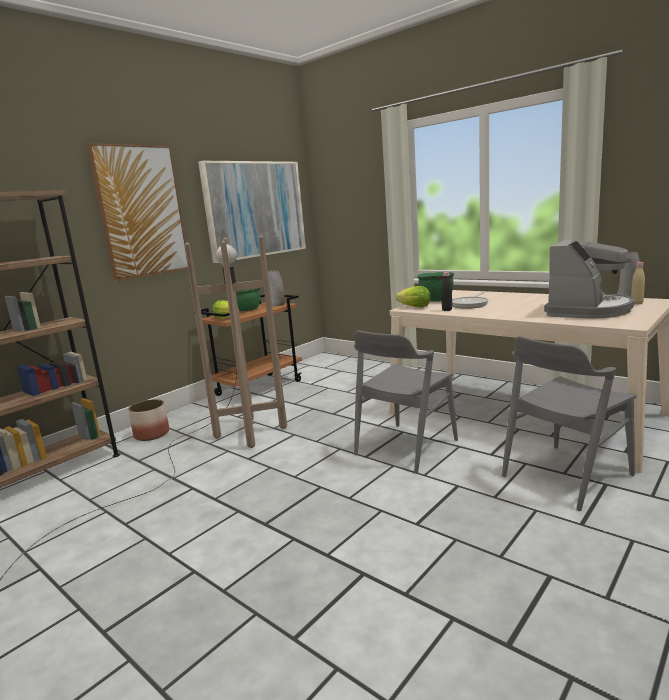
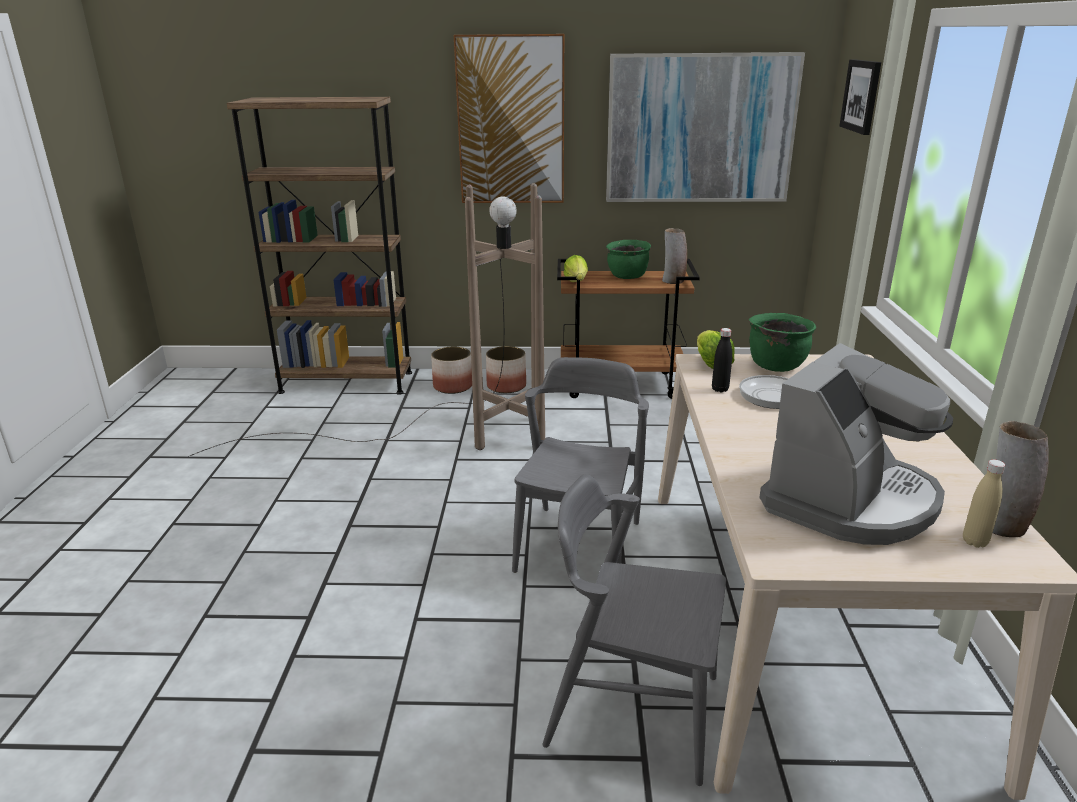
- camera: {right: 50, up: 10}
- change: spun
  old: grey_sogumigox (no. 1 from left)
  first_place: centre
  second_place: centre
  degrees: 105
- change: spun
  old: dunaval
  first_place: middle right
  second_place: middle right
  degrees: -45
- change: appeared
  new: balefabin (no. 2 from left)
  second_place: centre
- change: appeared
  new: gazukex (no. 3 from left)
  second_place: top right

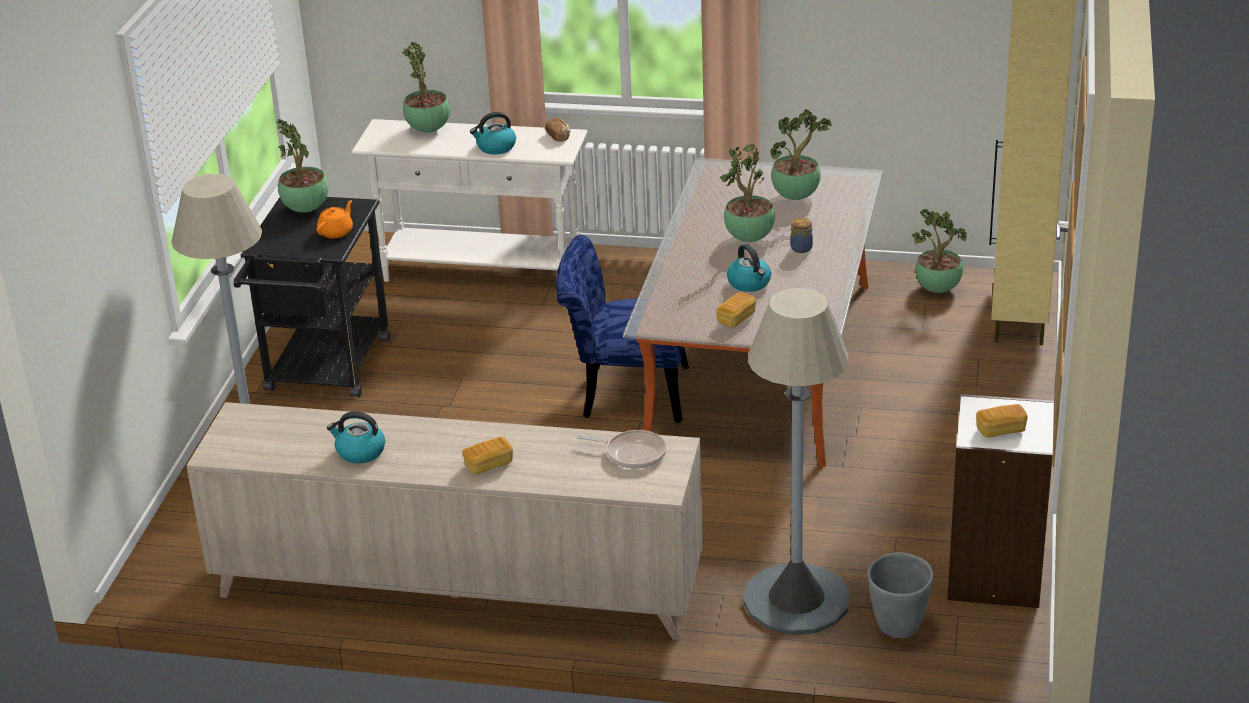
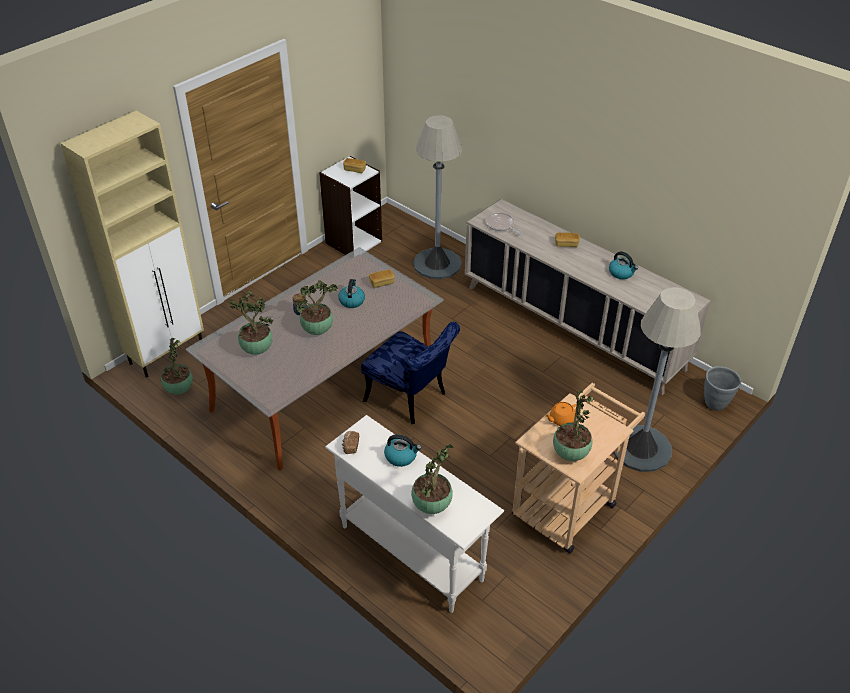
- camera: {right: -150, up: 10}
- change: colour
  old: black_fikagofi
  new: beige_fikagofi
  first_place: middle left
  second_place: bottom right
- change: relocated
  old: grey_balefabin
  first_place: bottom right
  second_place: middle right

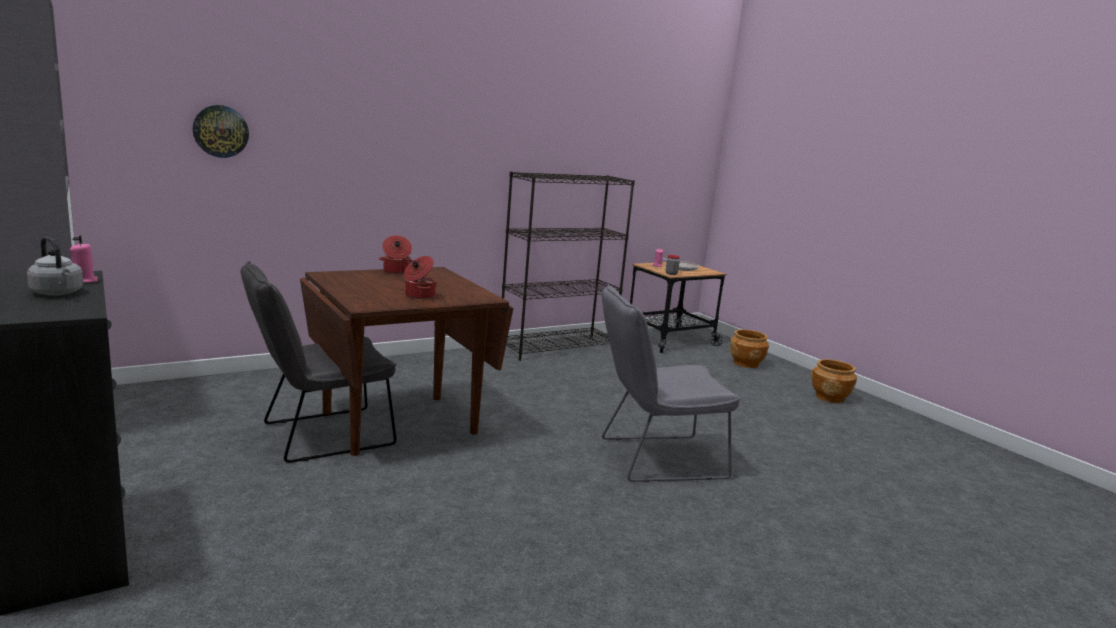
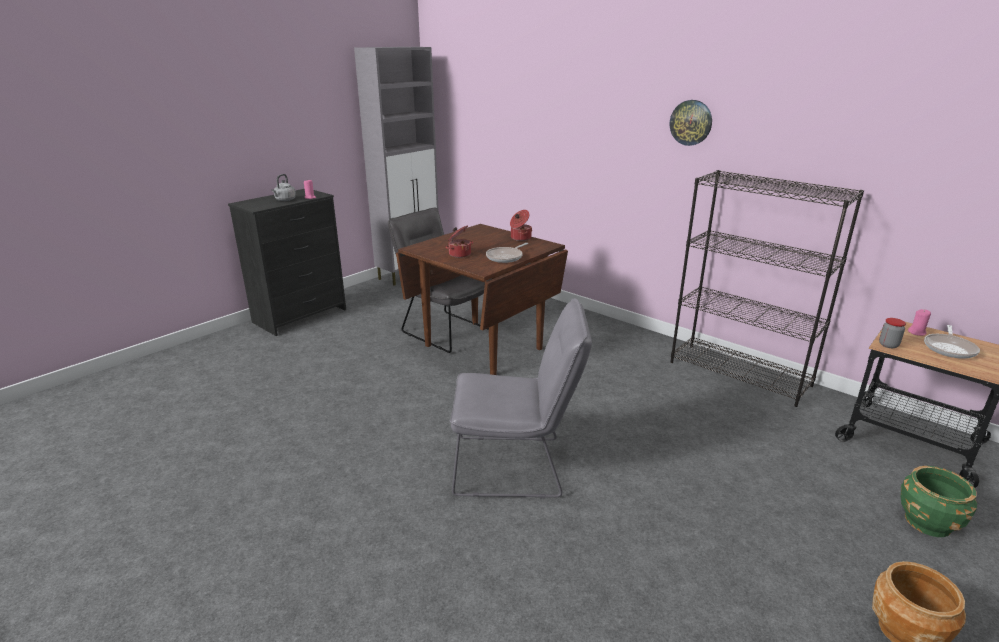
- camera: {right: 75, up: 10}
- change: relocated
  old: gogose
  first_place: top left
  second_place: top right
- change: spun
  old: grey_sogumigox (no. 2 from left)
  first_place: centre
  second_place: centre
  degrees: 120
- change: colour
  old: brown_balefabin (no. 1 from left)
  new: green_balefabin
  first_place: middle right
  second_place: bottom right
- change: appeared
  new: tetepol (no. 1 from left)
  second_place: centre

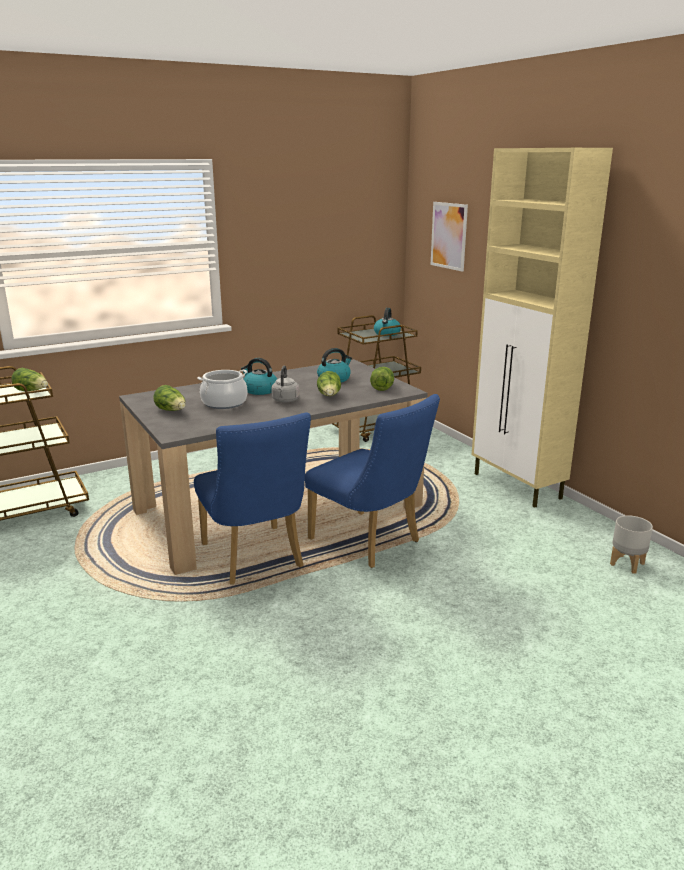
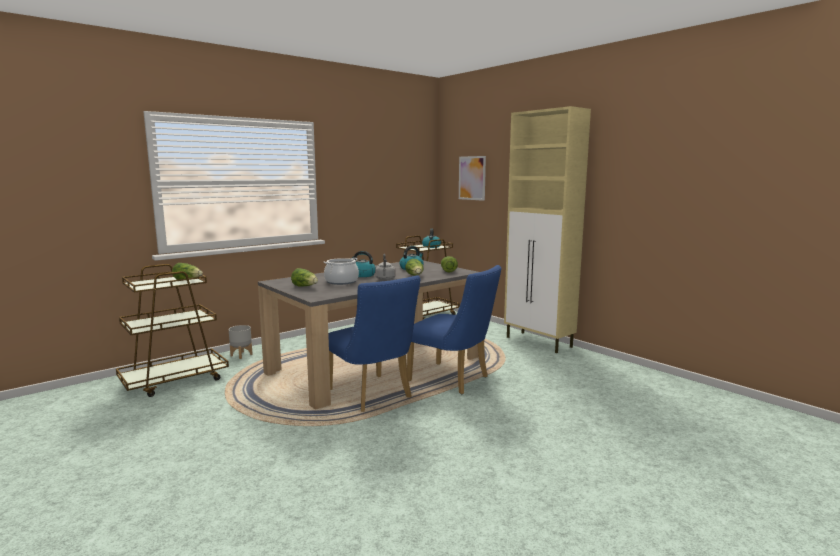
- camera: {right: -10, up: -10}
- change: relocated
  old: grey_balefabin
  first_place: middle right
  second_place: middle left

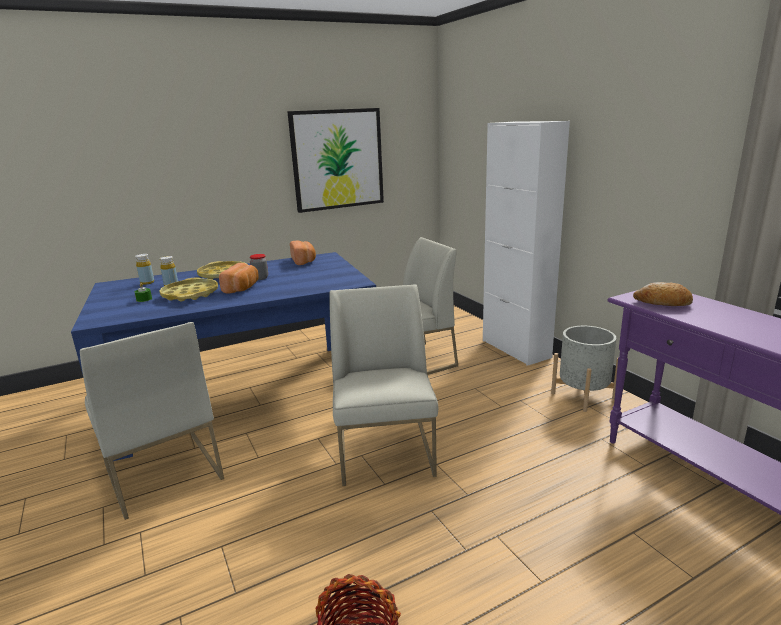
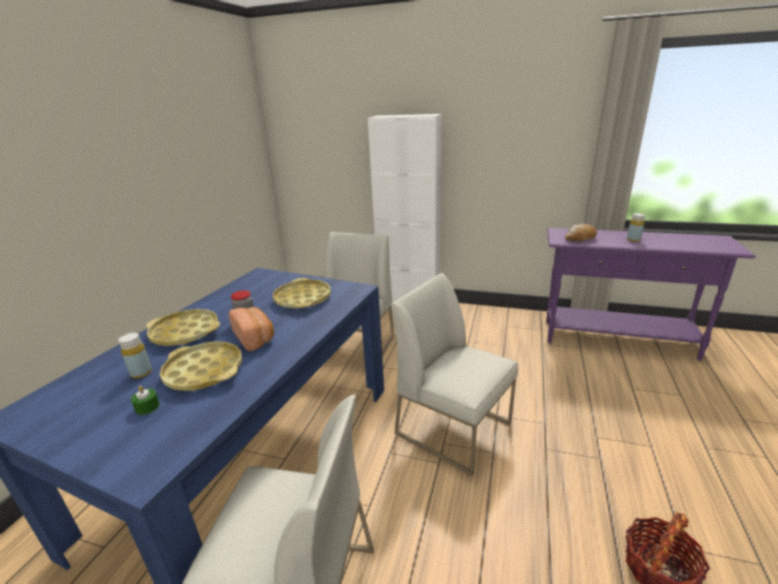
- camera: {right: -45, up: 5}
- change: relocated
  old: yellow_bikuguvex (no. 1 from left in the first image)
  new: yellow_bikuguvex (no. 2 from left)
  first_place: middle left
  second_place: middle right
- change: missing
  old: gazukex
  first_place: top centre
- change: missing
  old: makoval (no. 2 from left)
  first_place: centre
- change: missing
  old: grey_balefabin
  first_place: middle right
- change: appeared
  new: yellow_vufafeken (no. 3 from left)
  second_place: centre

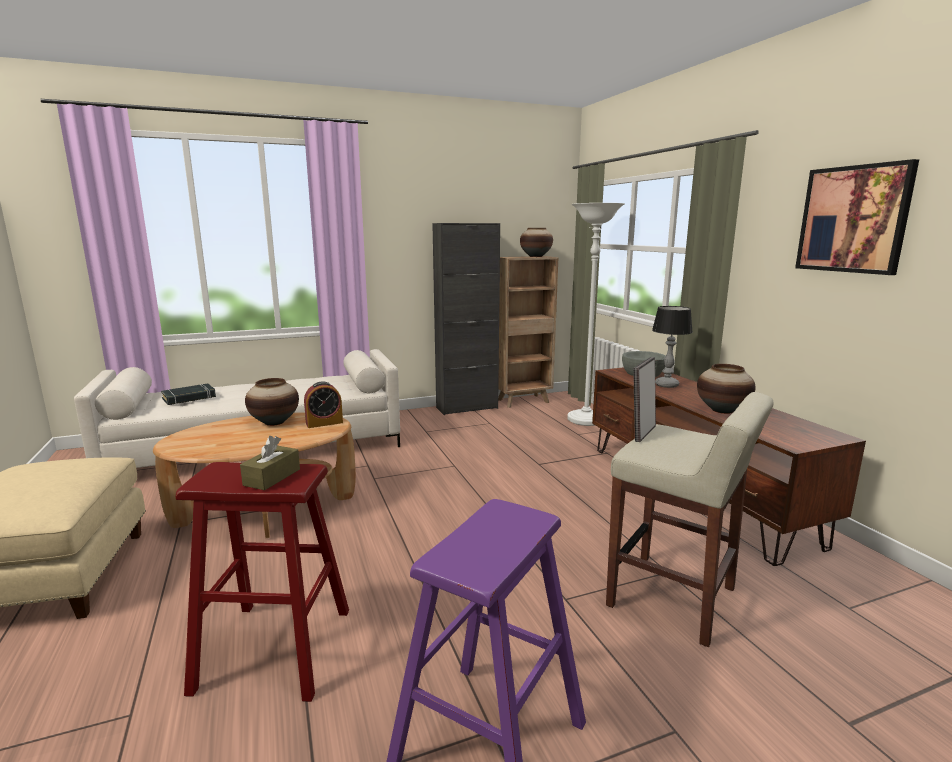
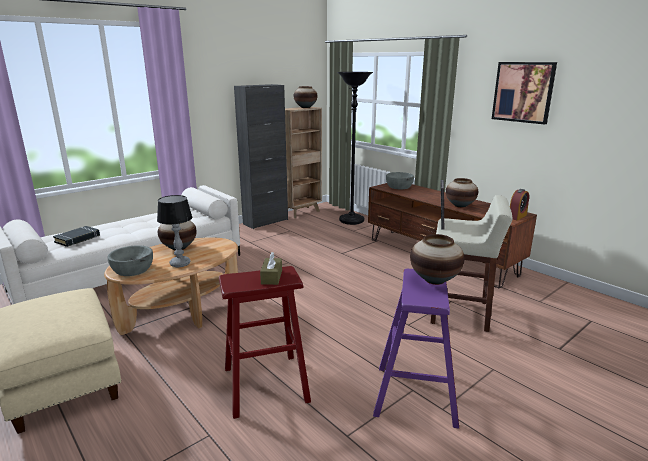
- camera: {right: -20, up: 5}
- change: relocated
  old: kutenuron
  first_place: centre
  second_place: middle right
- change: colour
  old: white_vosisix
  new: black_vosisix
  first_place: centre
  second_place: top centre
- change: relocated
  old: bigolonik
  first_place: middle right
  second_place: middle left
- change: appeared
  new: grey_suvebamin (no. 1 from left)
  second_place: middle left
- change: appeared
  new: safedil (no. 3 from left)
  second_place: middle right

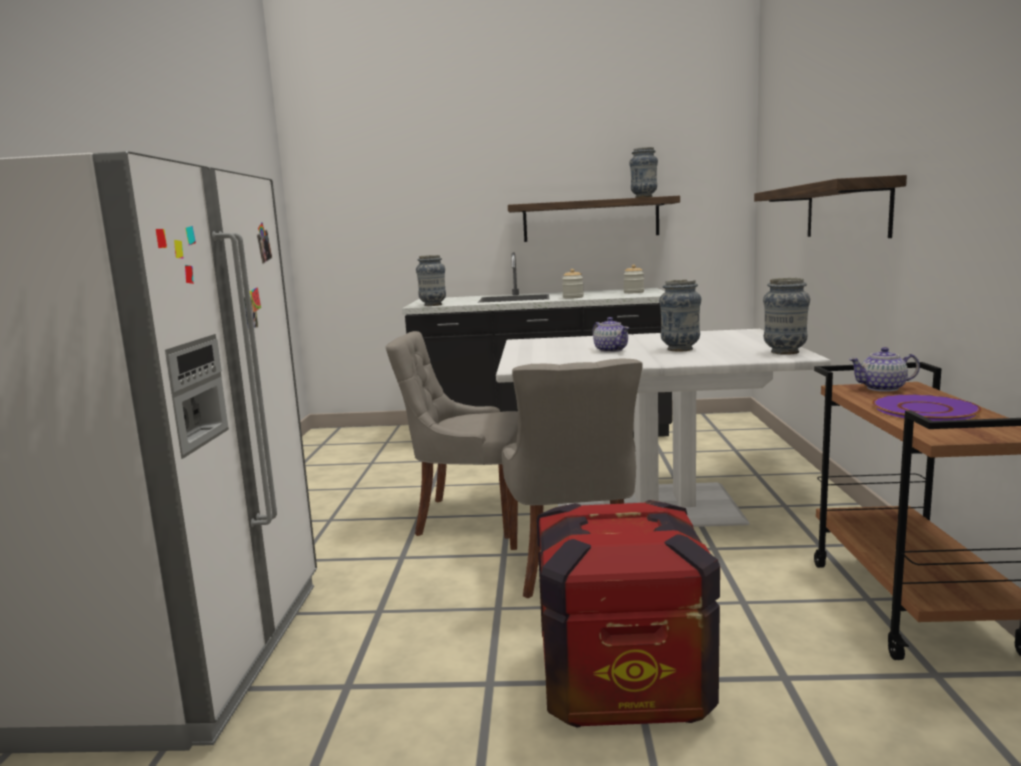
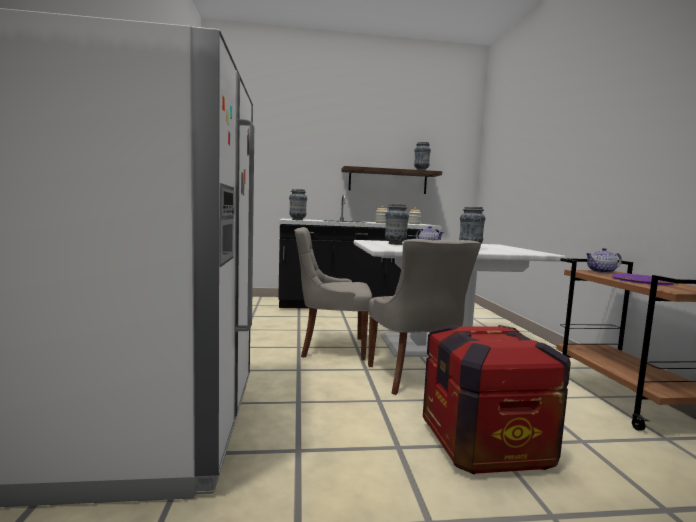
- camera: {right: -10, up: -5}
- change: missing
  old: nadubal (no. 2 from left)
  first_place: top right
- change: relocated
  old: safedil (no. 4 from left in the first image)
  new: safedil (no. 2 from left)
  first_place: middle right
  second_place: centre

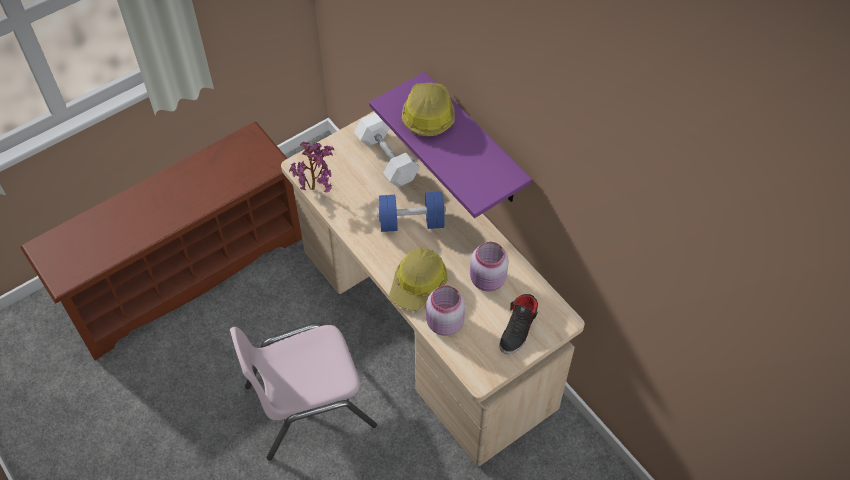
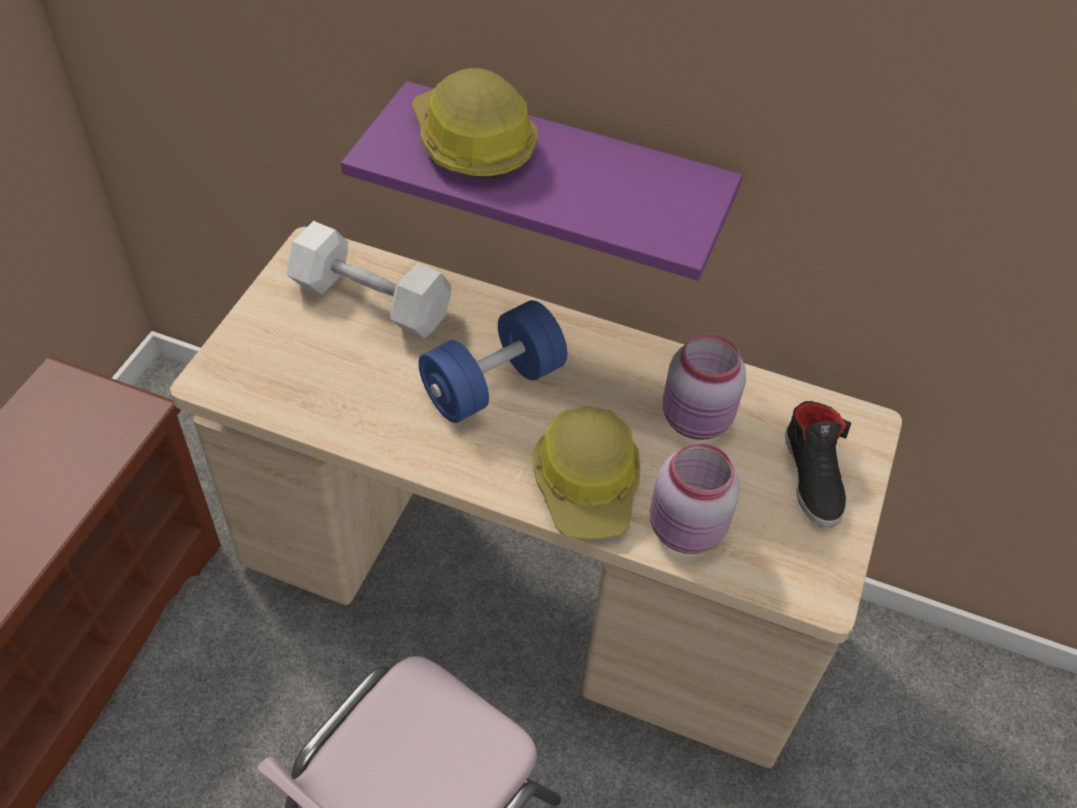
- camera: {right: -35, up: -5}
- change: missing
  old: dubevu
  first_place: centre

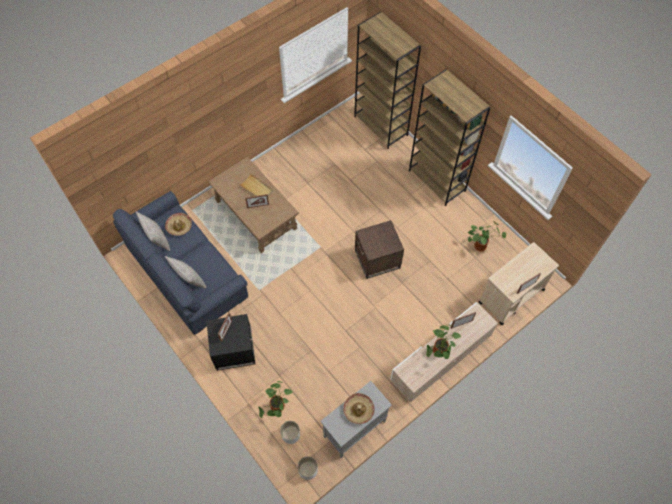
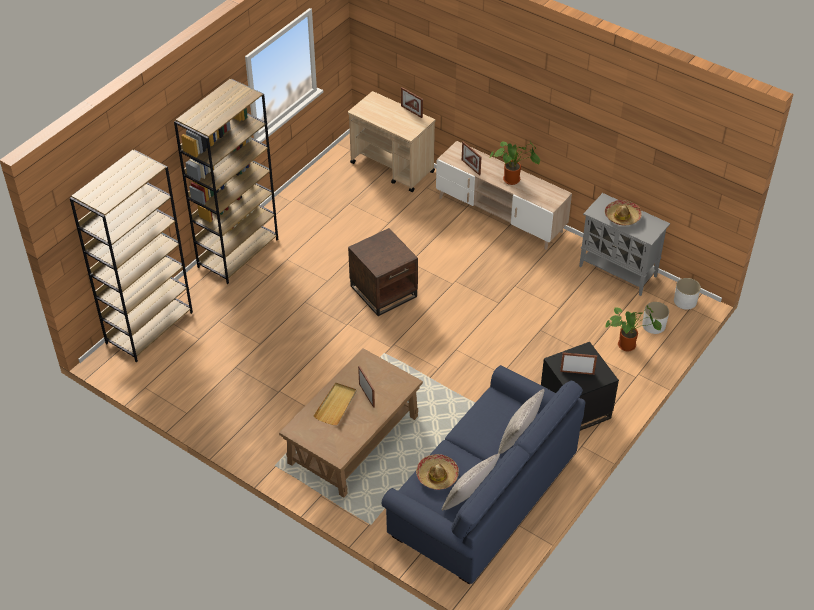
- camera: {right: -105, up: -15}
- change: missing
  old: dubevu (no. 3 from left)
  first_place: middle right

